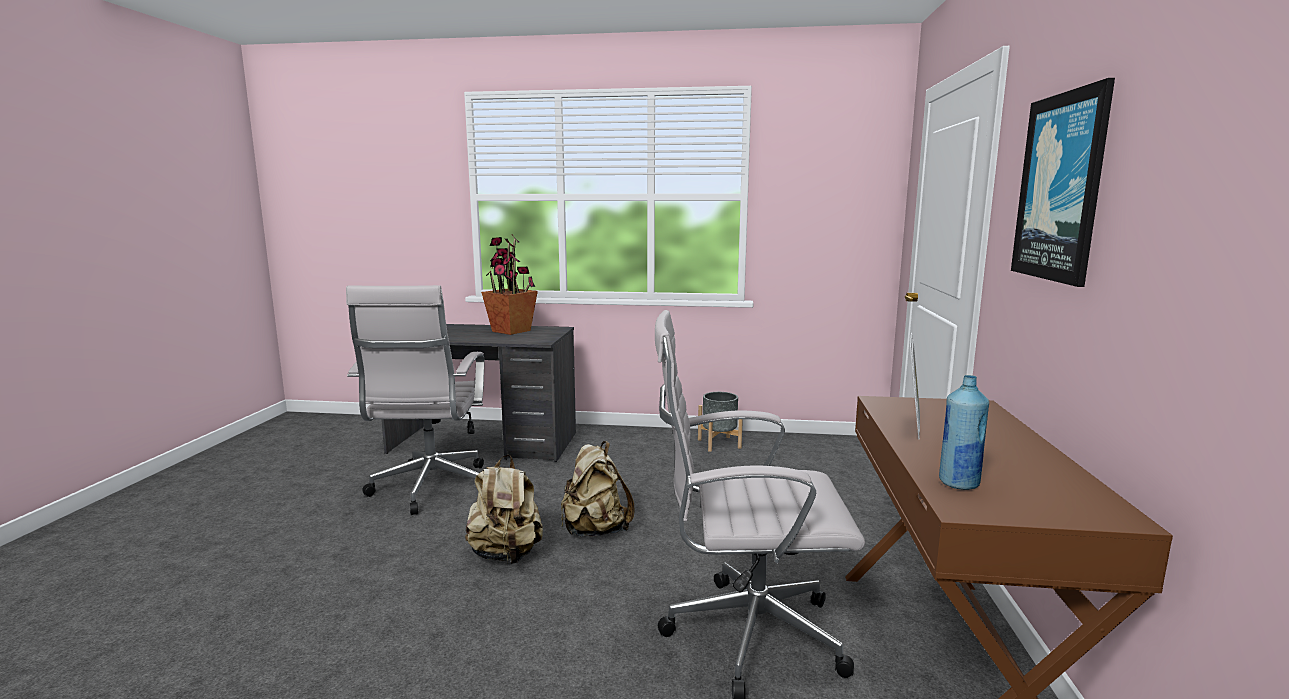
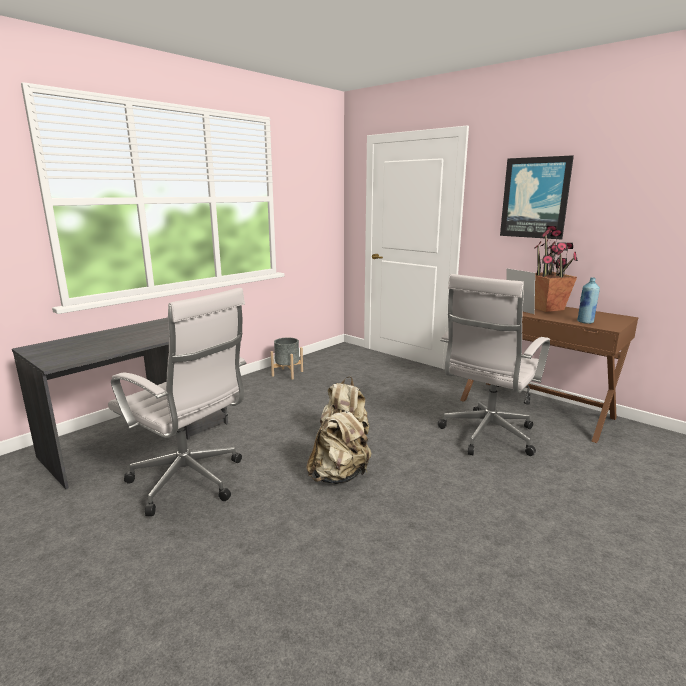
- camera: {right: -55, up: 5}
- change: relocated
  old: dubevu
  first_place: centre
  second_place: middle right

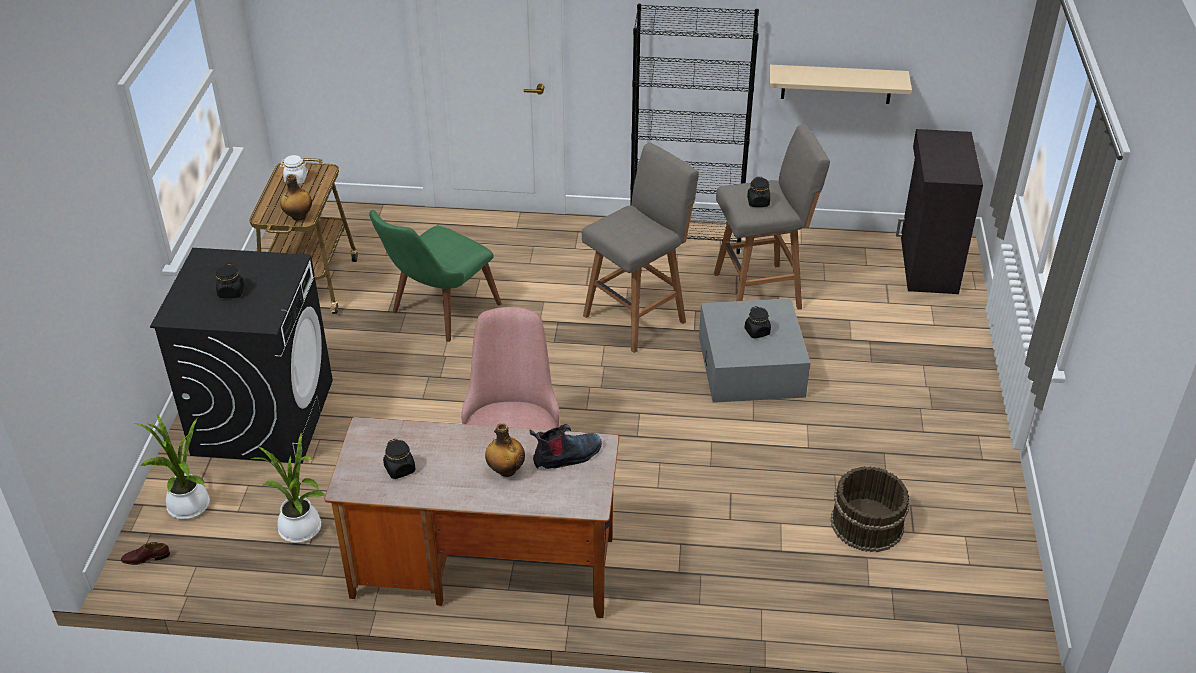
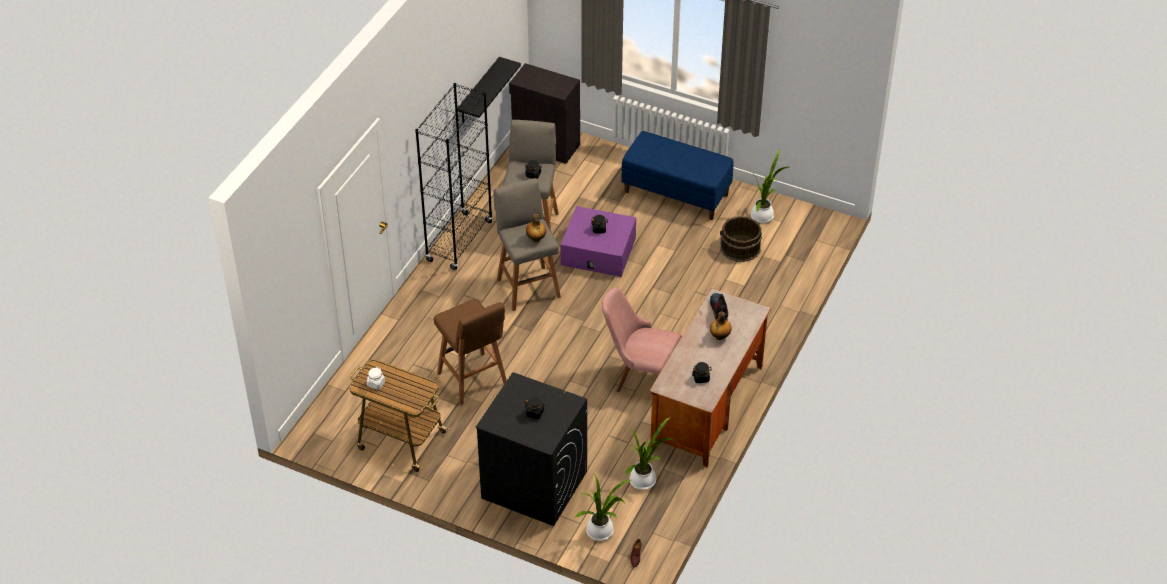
- camera: {right: -70, up: 5}
- change: relocated
  old: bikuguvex (no. 1 from left)
  first_place: top left
  second_place: centre
- change: exchanged
  old: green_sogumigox
  new: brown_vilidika
  first_place: centre
  second_place: centre
- change: colour
  old: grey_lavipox
  new: purple_lavipox
  first_place: centre
  second_place: centre
- change: colour
  old: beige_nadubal
  new: black_nadubal
  first_place: top right
  second_place: top centre
- change: appeared
  new: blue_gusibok
  second_place: top centre
- change: appeared
  new: dubevu (no. 3 from left)
  second_place: top centre

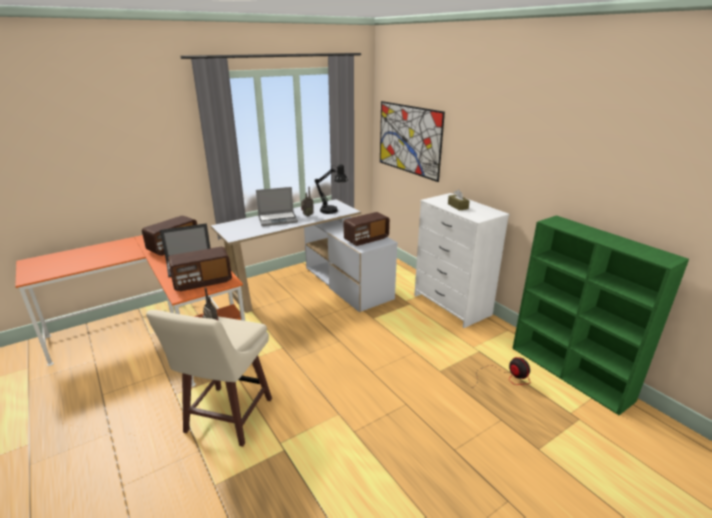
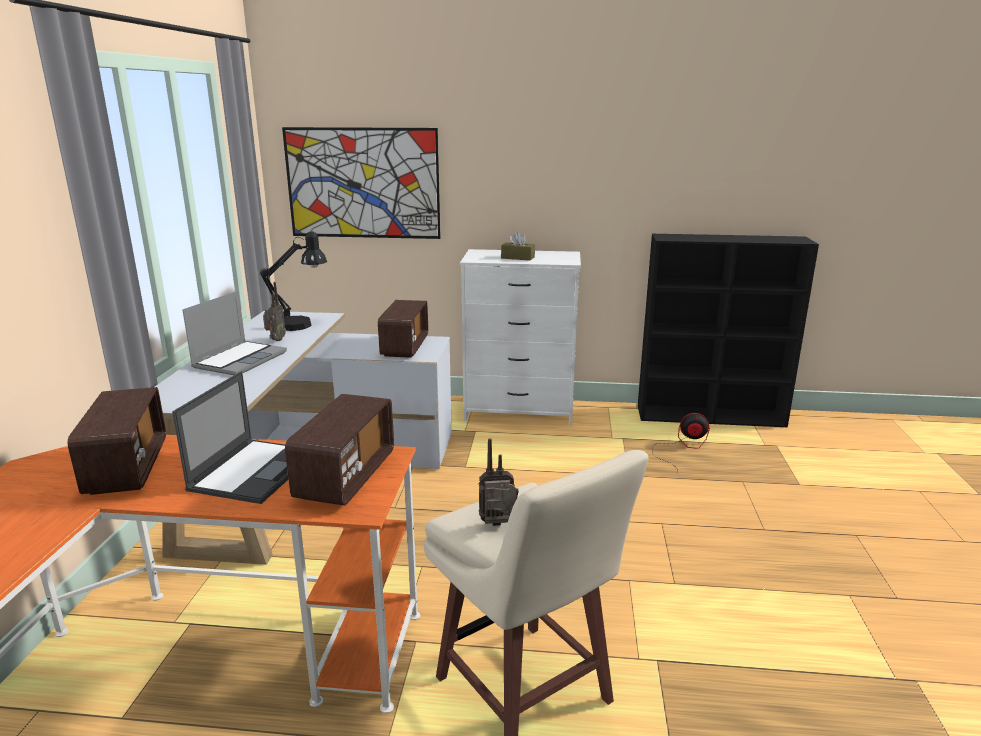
- camera: {right: -50, up: -5}
- change: colour
  old: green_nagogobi
  new: black_nagogobi
  first_place: middle right
  second_place: middle right

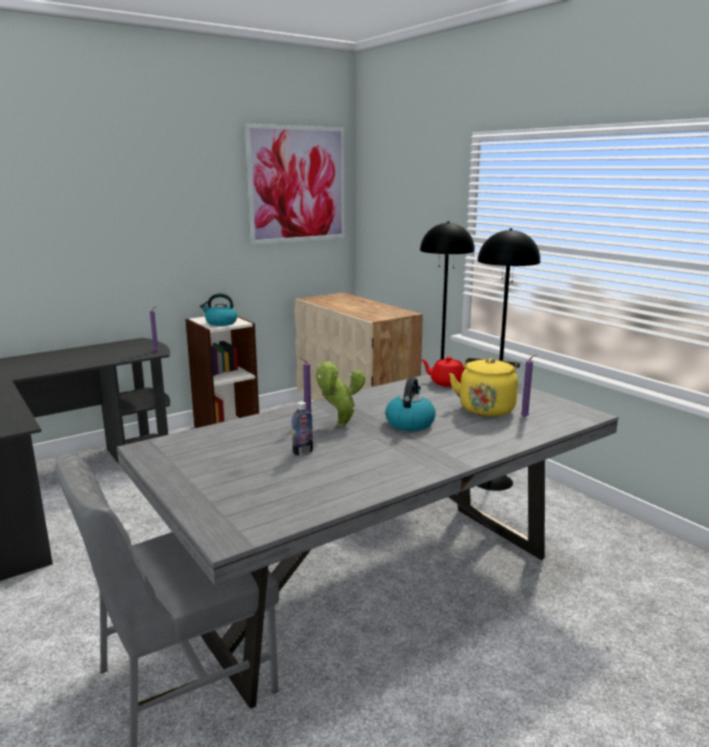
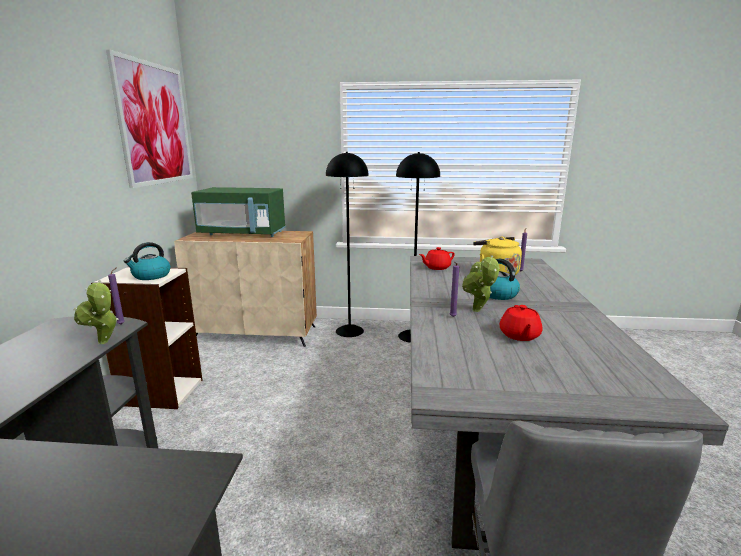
- camera: {right: -50, up: 0}
- change: exchanged
  old: bikuguvex
  new: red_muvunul (no. 2 from left)
  first_place: centre
  second_place: middle right
- change: appeared
  new: dubevu (no. 1 from left)
  second_place: middle left
- change: appeared
  new: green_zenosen
  second_place: middle left

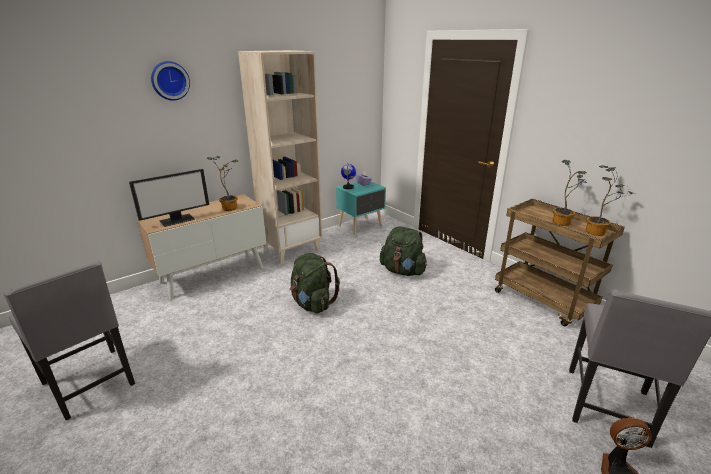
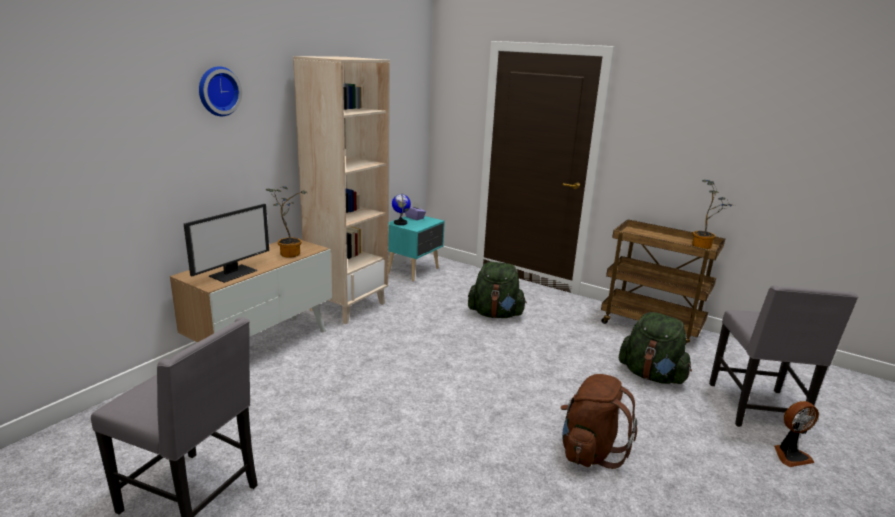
- camera: {right: -20, up: -5}
- change: relocated
  old: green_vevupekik (no. 1 from left in the first image)
  new: green_vevupekik (no. 2 from left)
  first_place: centre
  second_place: bottom right
- change: missing
  old: dubevu (no. 2 from left)
  first_place: middle right
- change: appeared
  new: brown_vevupekik
  second_place: bottom right

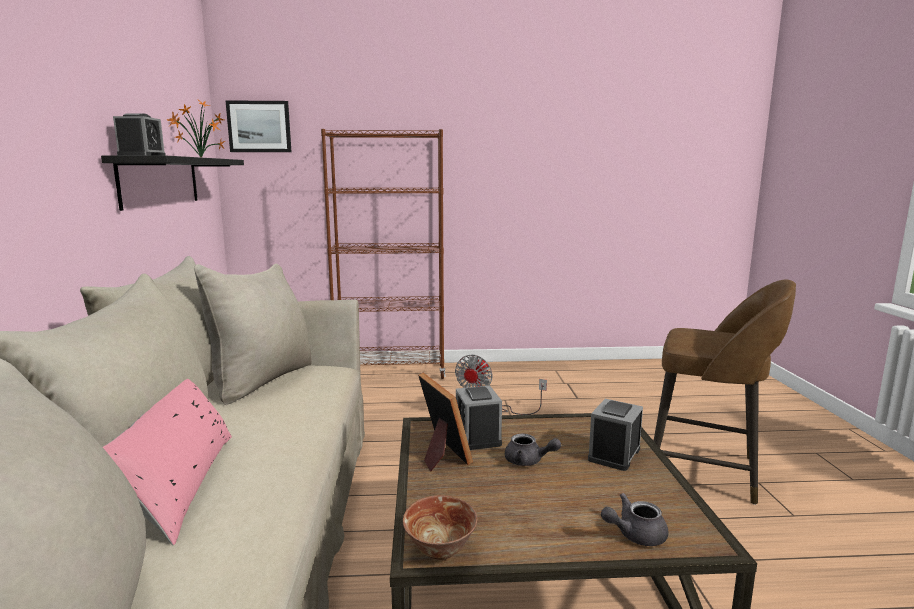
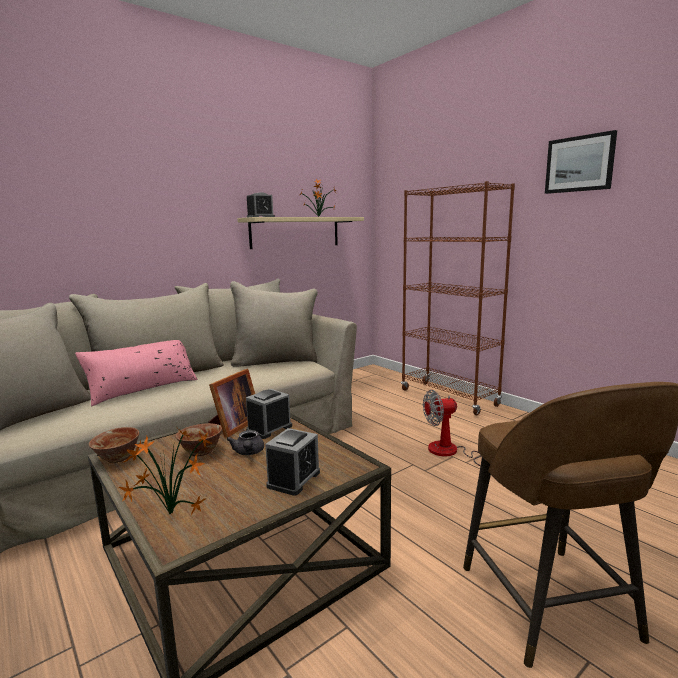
- camera: {right: 55, up: 0}
- change: colour
  old: black_nadubal
  new: beige_nadubal
  first_place: top left
  second_place: centre
- change: relocated
  old: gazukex
  first_place: top left
  second_place: top right
- change: spun
  old: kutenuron (no. 3 from left)
  first_place: bottom right
  second_place: bottom centre
  degrees: 120
- change: exchanged
  old: grey_muvunul (no. 2 from left)
  new: dubevu (no. 1 from left)
  first_place: bottom right
  second_place: bottom left
- change: appeared
  new: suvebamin (no. 2 from left)
  second_place: middle left

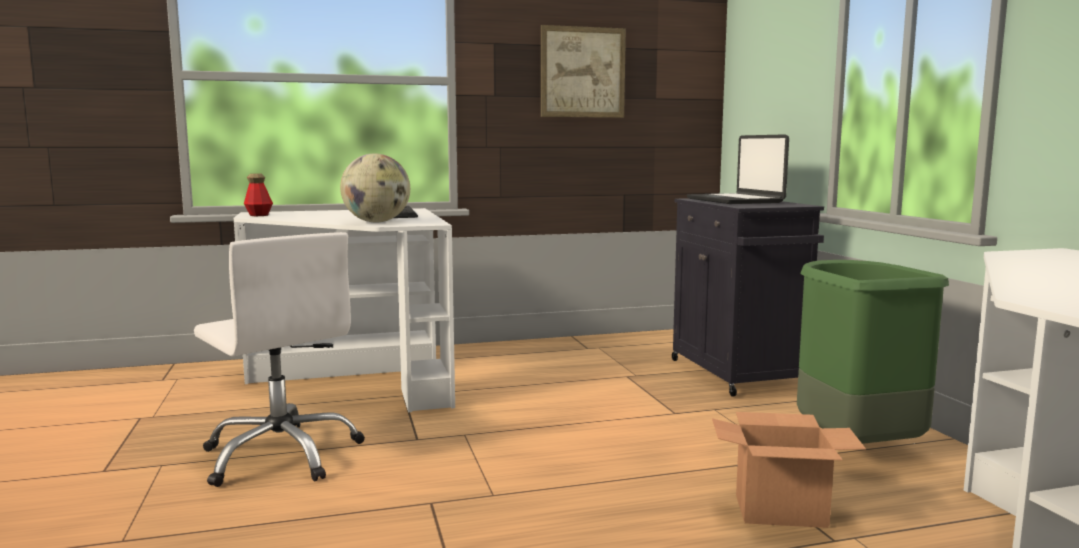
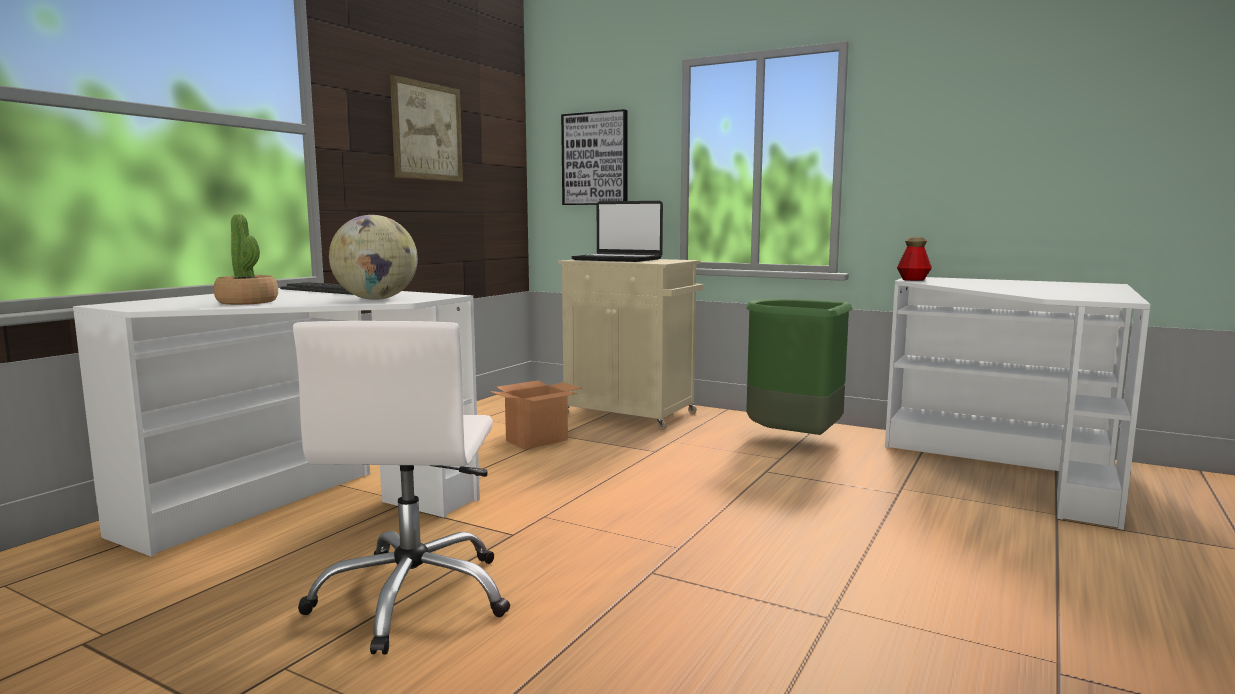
- camera: {right: -45, up: 0}
- change: spun
  old: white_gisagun
  first_place: middle left
  second_place: bottom left
  degrees: 90
- change: relocated
  old: bikuguvex
  first_place: middle left
  second_place: middle right
- change: colour
  old: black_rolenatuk
  new: beige_rolenatuk
  first_place: middle right
  second_place: centre
- change: relocated
  old: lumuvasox
  first_place: bottom right
  second_place: centre
- change: appeared
  new: dubevu
  second_place: middle left
- change: appeared
  new: gazukex (no. 2 from left)
  second_place: top centre

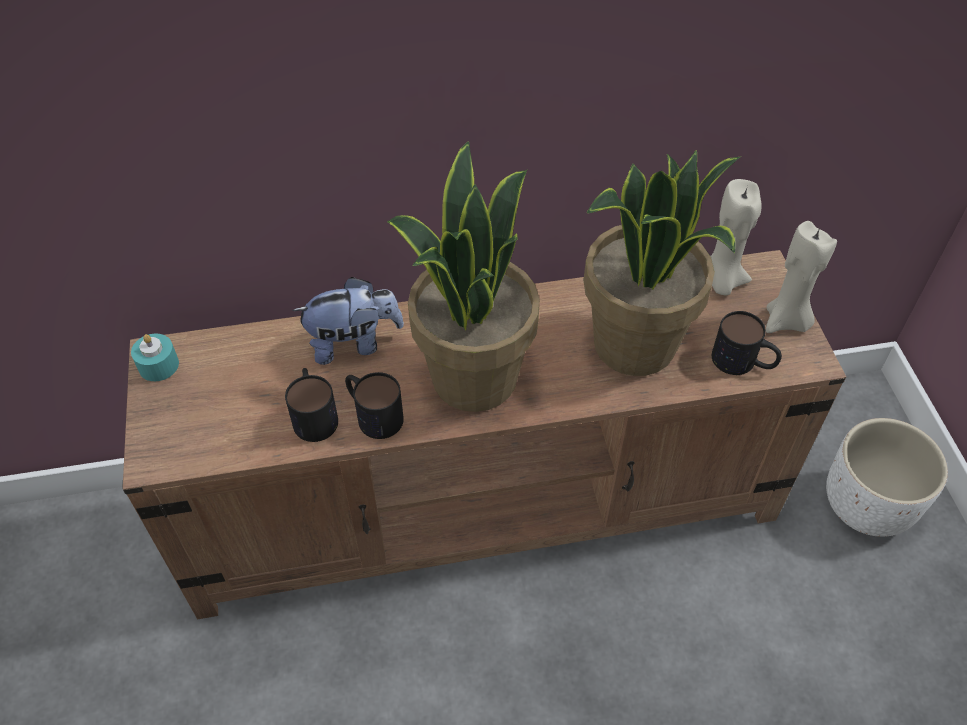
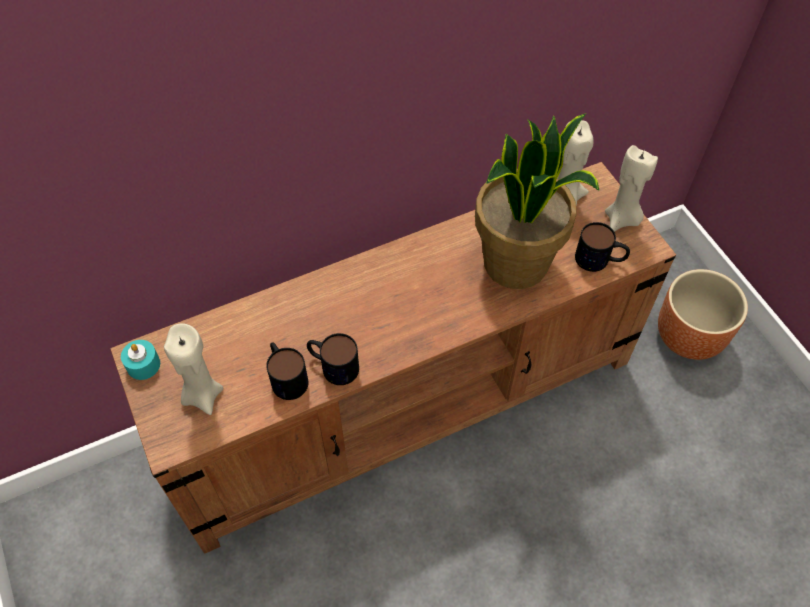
- camera: {right: -15, up: 5}
- change: missing
  old: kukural
  first_place: centre
- change: missing
  old: dubevu (no. 1 from left)
  first_place: centre
- change: colour
  old: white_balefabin
  new: brown_balefabin
  first_place: middle right
  second_place: middle right
- change: appeared
  new: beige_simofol (no. 1 from left)
  second_place: middle left

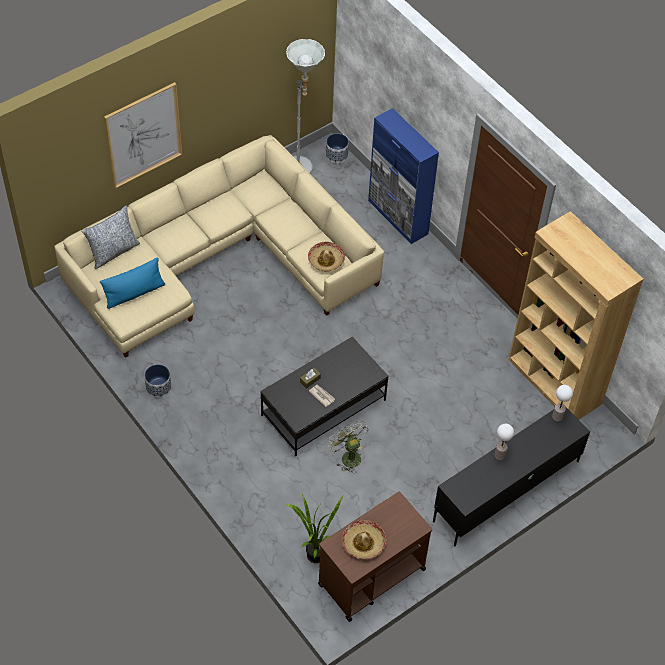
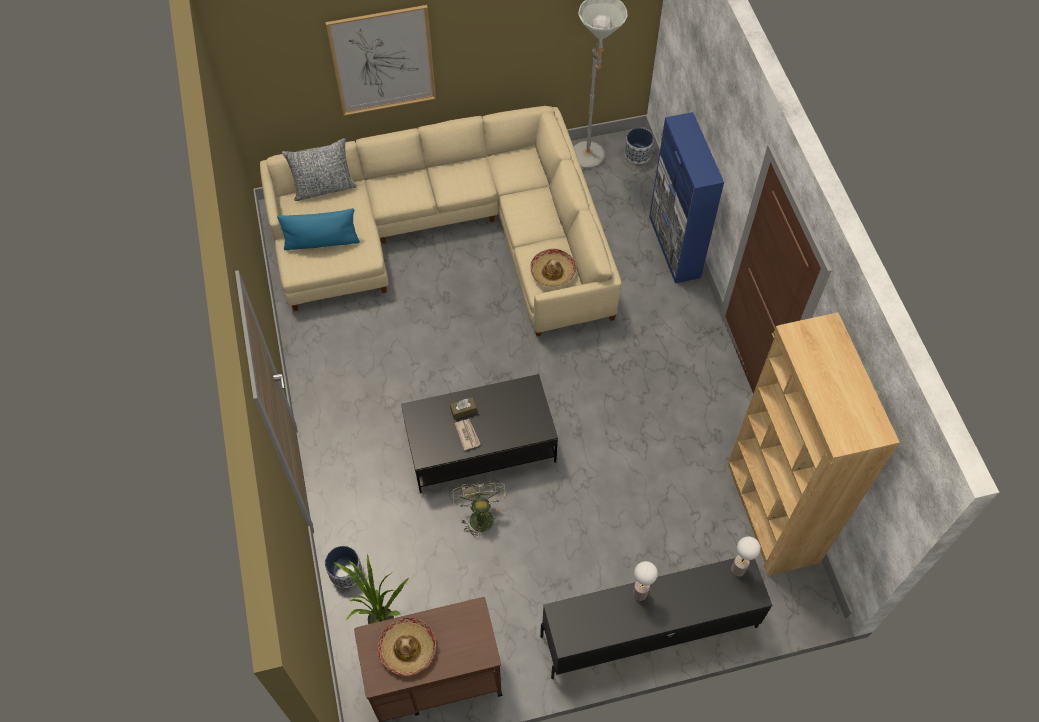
- camera: {right: 25, up: 5}
- change: relocated
  old: balefabin (no. 1 from left)
  first_place: middle left
  second_place: bottom left

